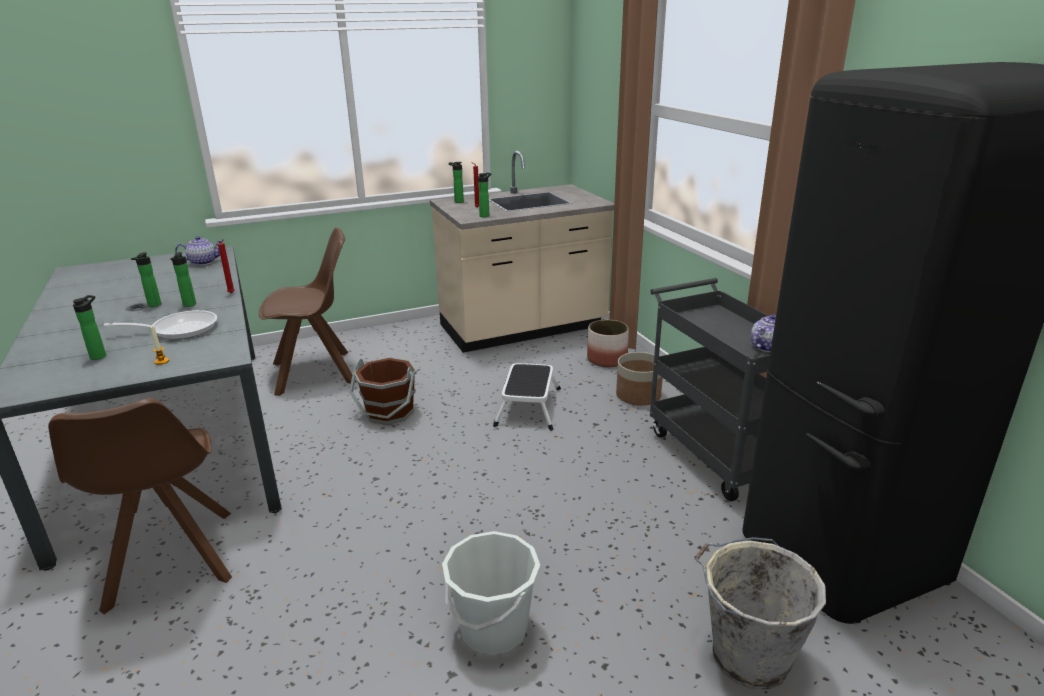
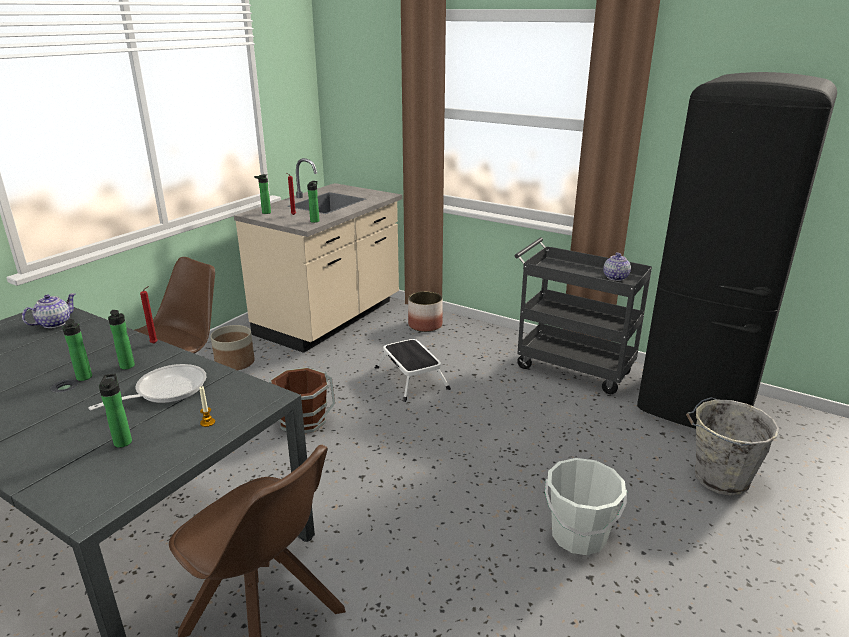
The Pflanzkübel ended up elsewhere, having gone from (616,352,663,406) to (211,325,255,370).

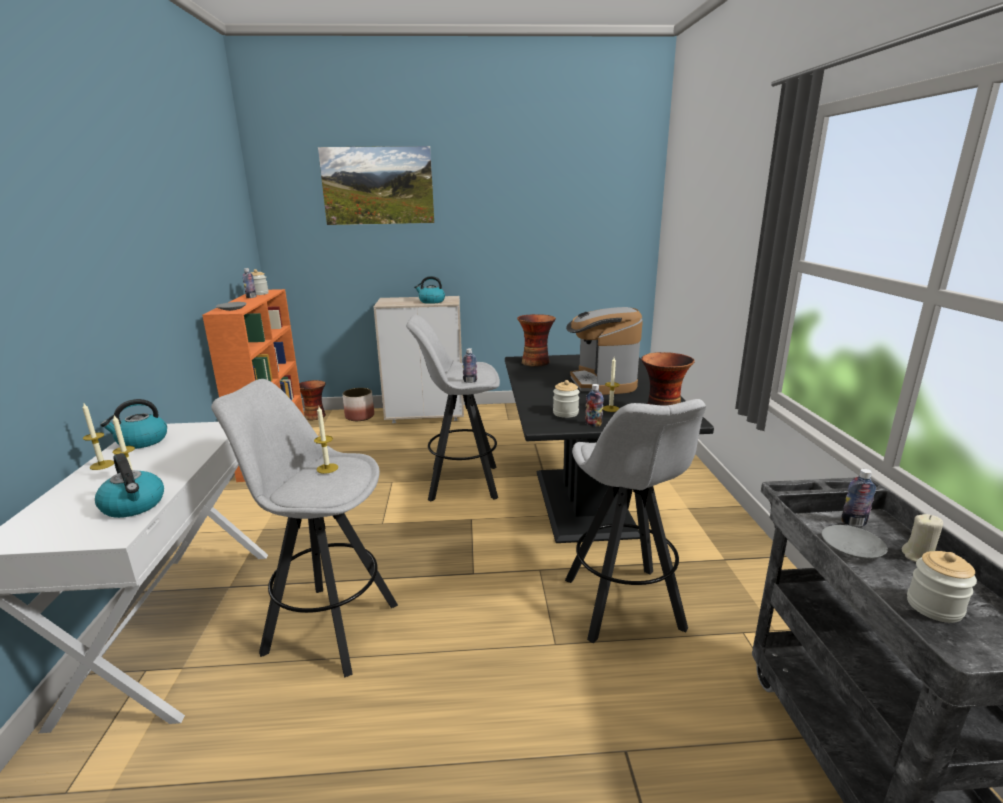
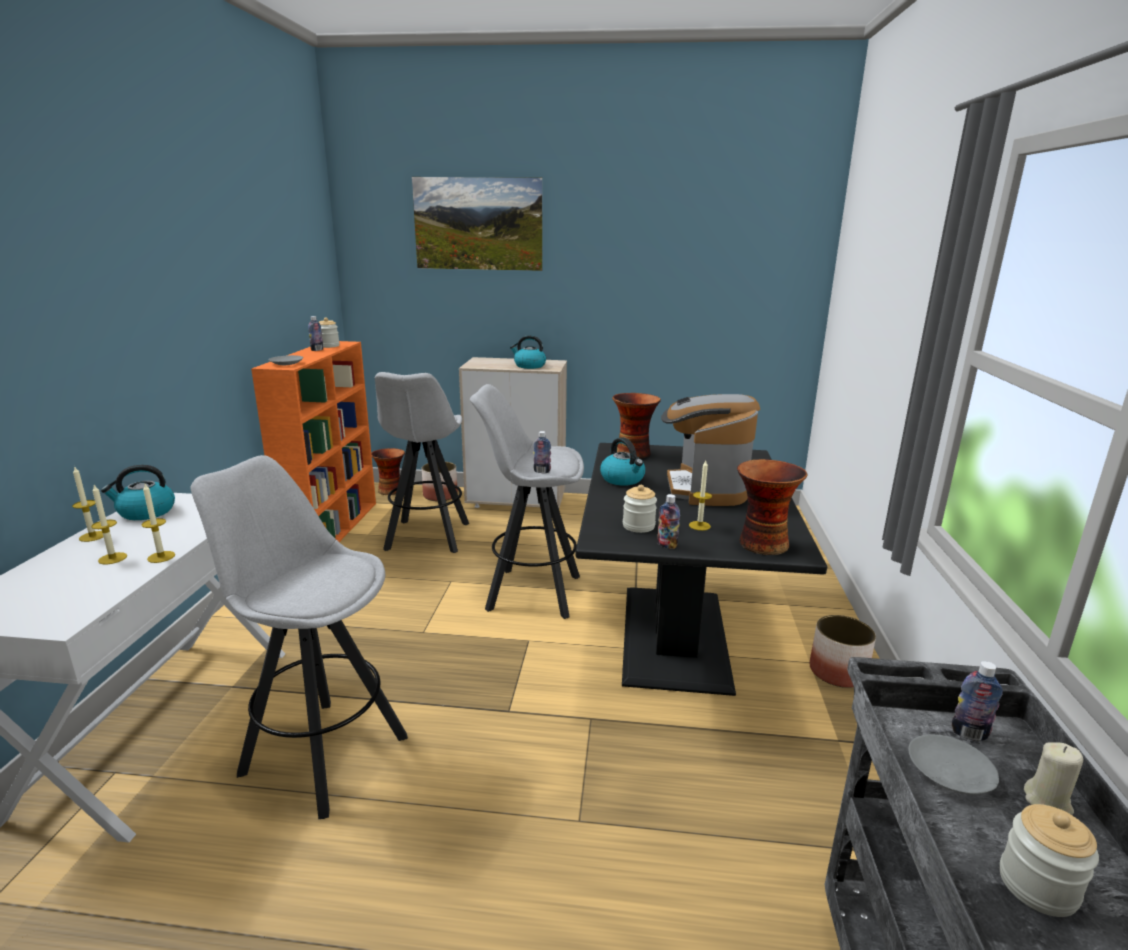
The second view gained the Pflanzkübel at (810,615,876,688). The Wasserkessel ended up elsewhere, having gone from (95,453,164,518) to (600,437,645,486). The Kerze ended up elsewhere, having gone from (314,406,338,474) to (141,484,175,563). The Hocker (grau) ended up elsewhere, having gone from (565,399,706,643) to (375,372,469,553).

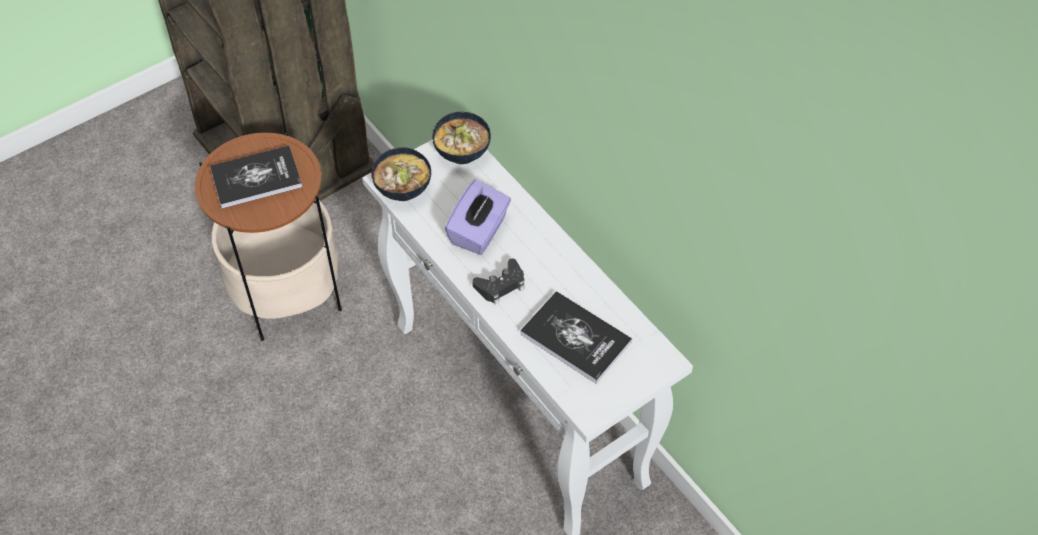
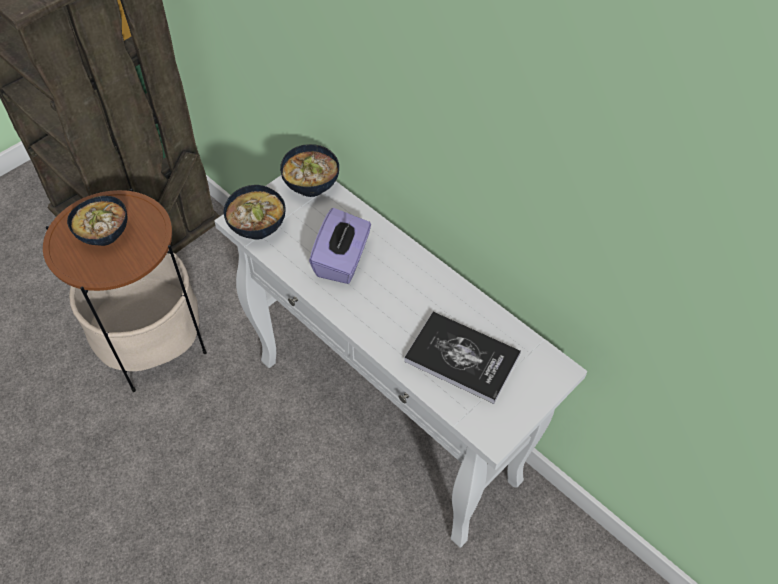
The second view lost the Gamepad (schwarz) at (472,259,524,304). Where the Buch stood at (210,146,302,208), the Schüssel came to stand at (67,196,128,246).

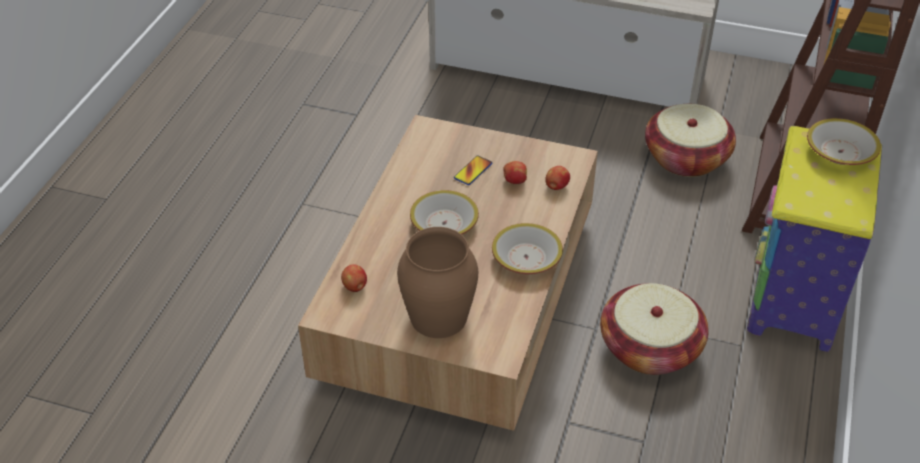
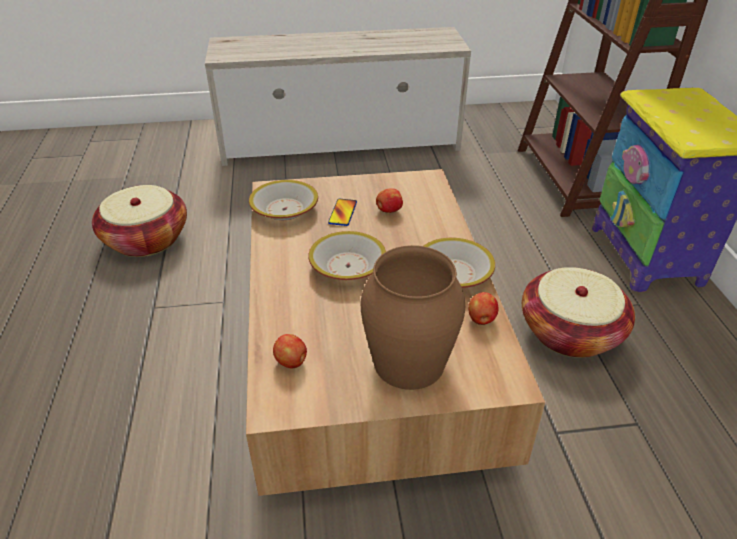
The Apfel ended up elsewhere, having gone from (545,166,570,190) to (468,292,499,325). The Korb ended up elsewhere, having gone from (645,104,736,177) to (92,185,187,257). The Schüssel ended up elsewhere, having gone from (807,118,881,165) to (249,180,318,220).

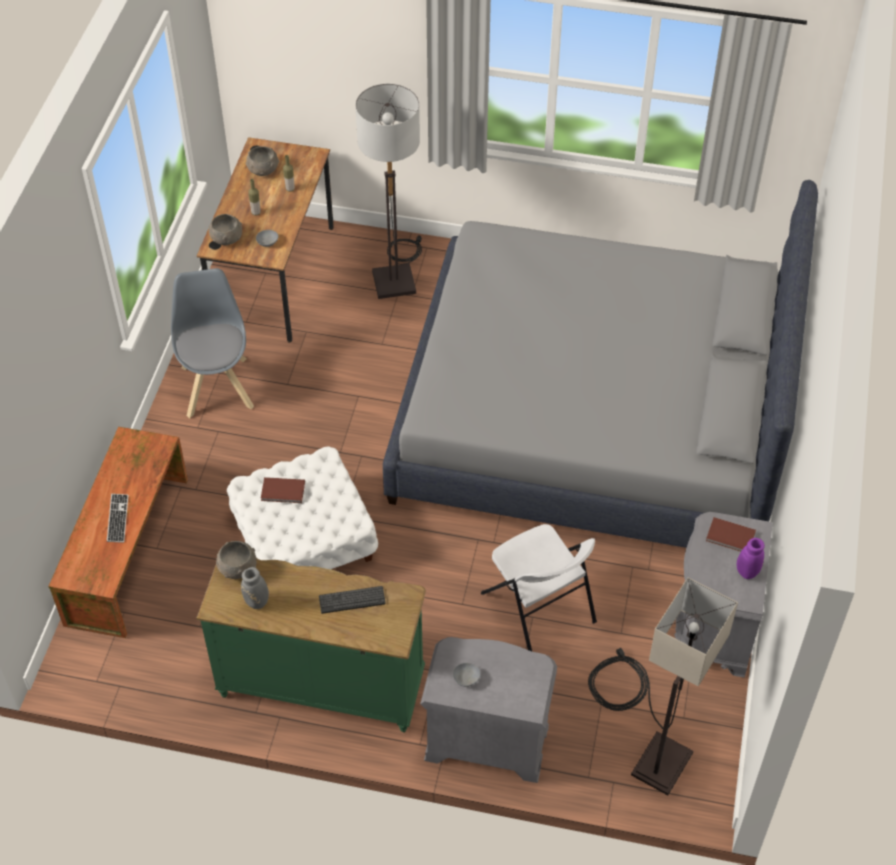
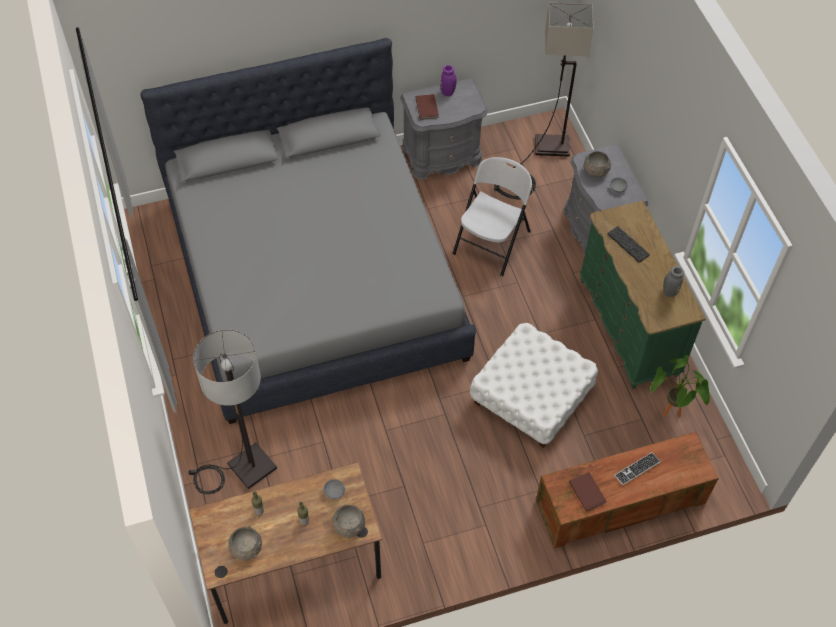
The second view lost the Stuhl (grau) at (171,268,254,418). The second view gained the Topfpflanze at (650,355,710,417). The Schüssel (grau) ended up elsewhere, having gone from (216,541,257,579) to (583,151,611,177). The Buch (braun) ended up elsewhere, having gone from (261,477,305,503) to (569,472,606,512).

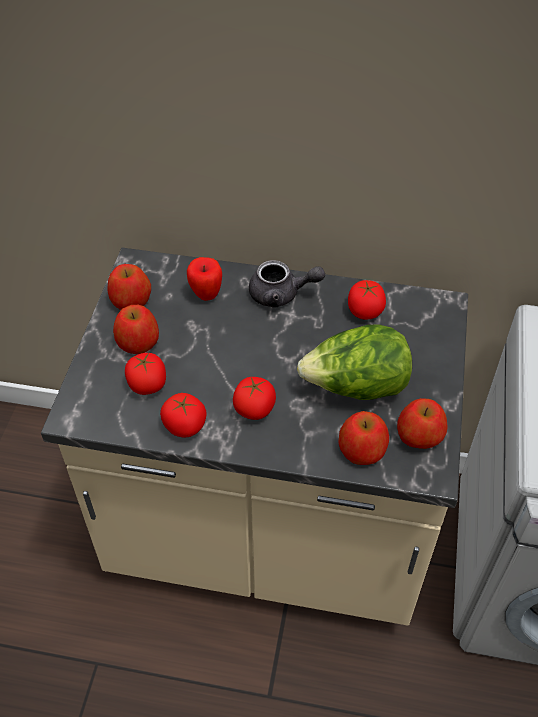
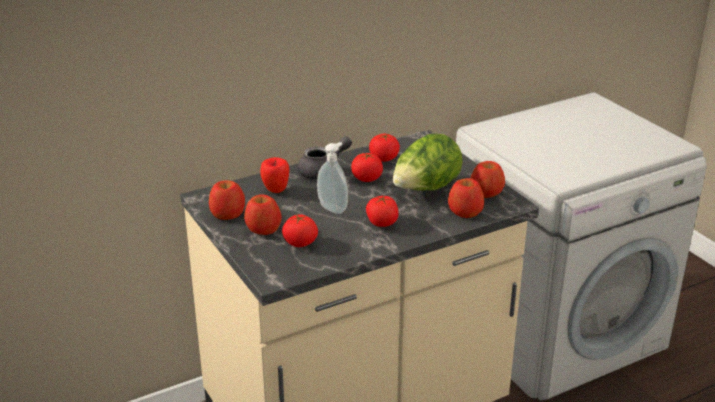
The second view gained the Seifenspender at (317,142,348,214). The Tomate ended up elsewhere, having gone from (160,393,206,438) to (351,153,383,182).

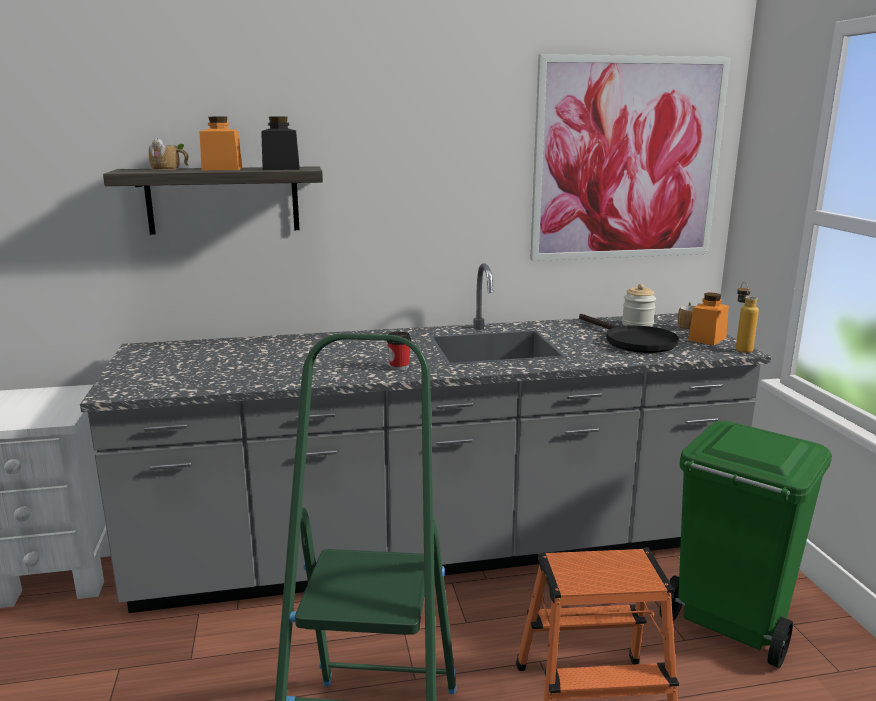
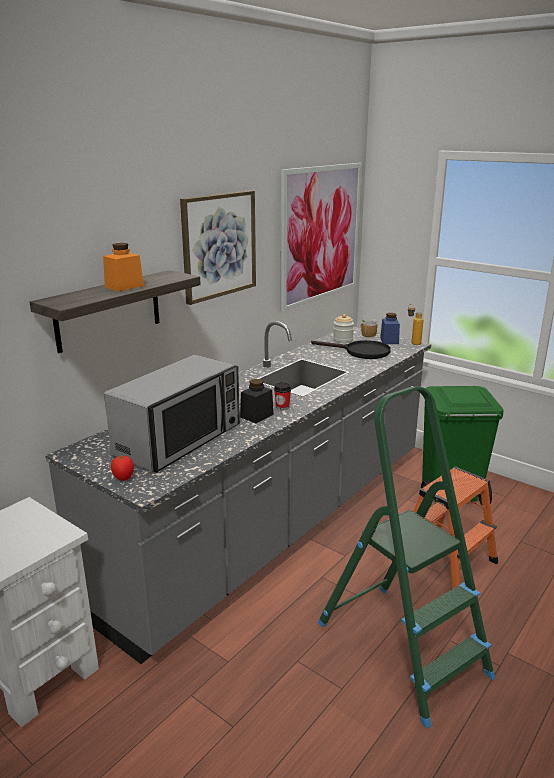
The second view lost the Henkelbecher at (149,138,189,170). The second view gained the Mikrowelle at (104,354,240,473). The second view gained the Tomate at (111,456,134,481). The second view gained the Bild at (180,190,256,305). The Vorratsglas (schwarz) ended up elsewhere, having gone from (261,117,300,170) to (240,379,274,423). What was the Vorratsglas (orange) at (688,293,729,345) turned into the Vorratsglas (blau) at (380,313,400,344).

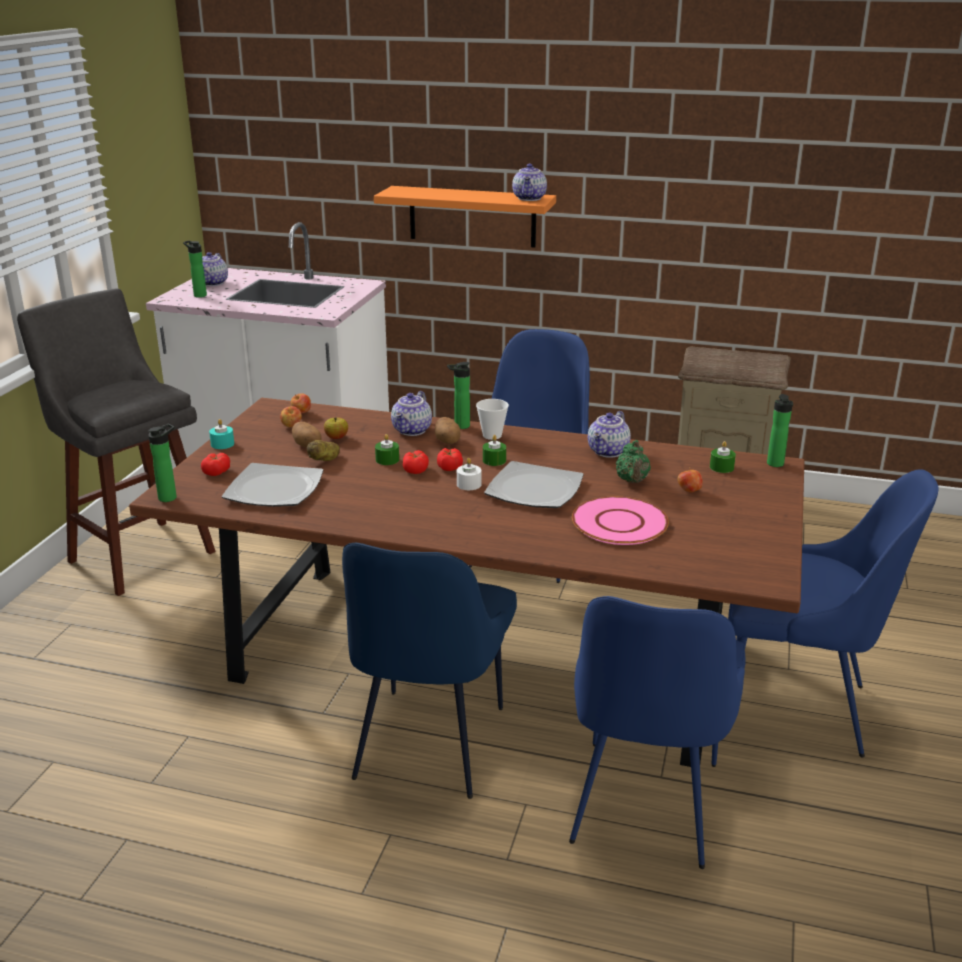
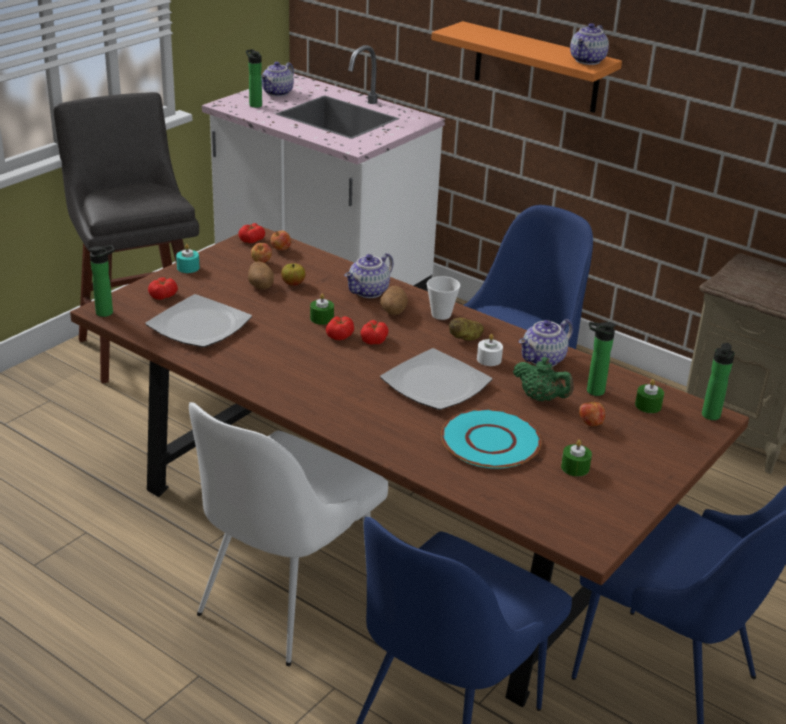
The second view gained the Tomate at (238,223,265,243). The Kartoffel ended up elsewhere, having gone from (307,440,340,461) to (449,318,484,341). The Flasche ended up elsewhere, having gone from (447,362,470,429) to (587,322,616,396). The Kerze (weiß) ended up elsewhere, having gone from (457,458,481,490) to (477,334,503,366). The Kerze (grün) ended up elsewhere, having gone from (483,435,506,466) to (561,440,592,476). What was the Stuhl (blau) at (342,543,517,799) turned into the Stuhl (weiß) at (189,402,388,666). What was the Teller (rosa) at (572,497,669,545) turned into the Teller (türkis) at (441,409,541,469). The Teekanne (grün) at (616,440,651,483) ended up facing another way, 75 degrees counterclockwise from before.

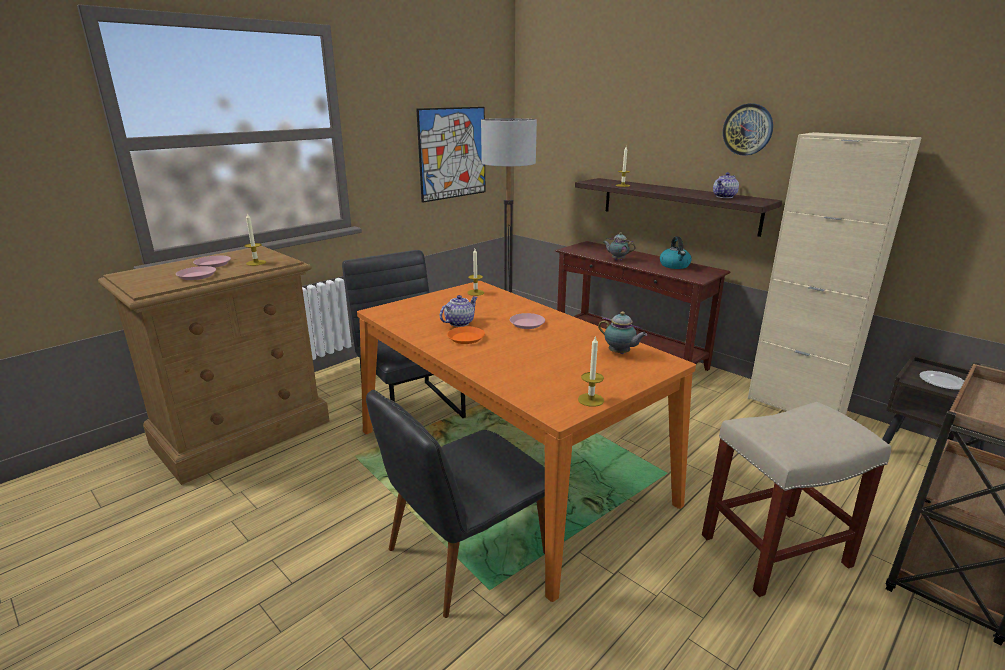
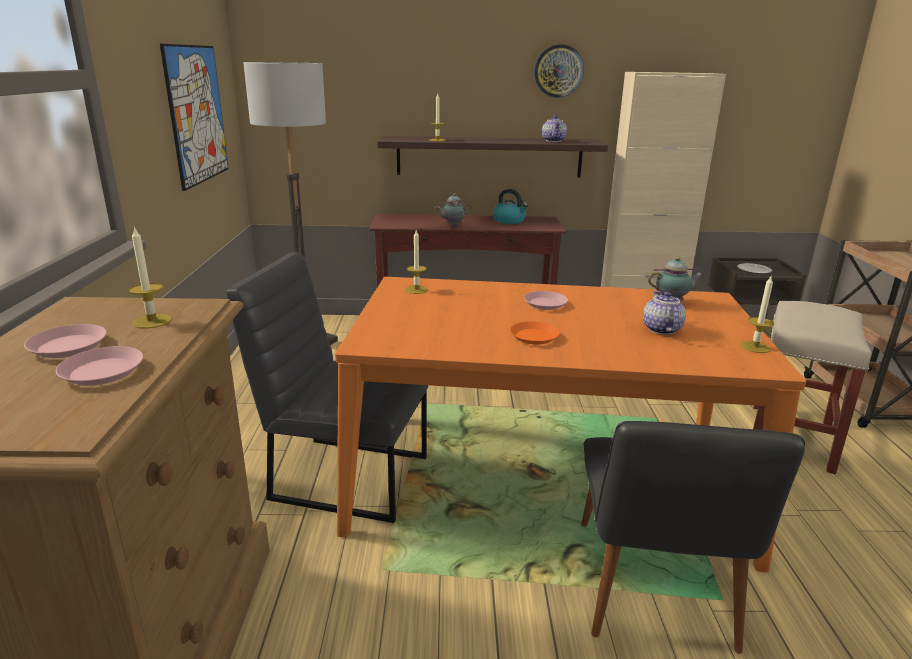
The Teekanne ended up elsewhere, having gone from (440,295,478,327) to (643,291,686,335).

